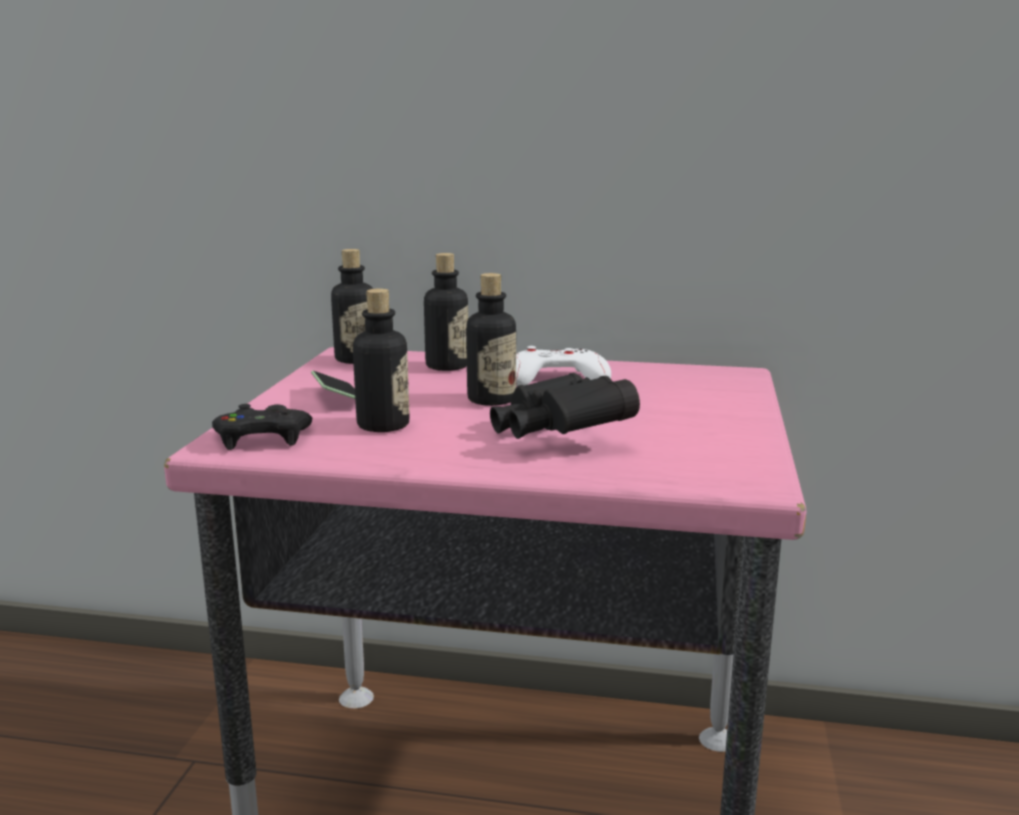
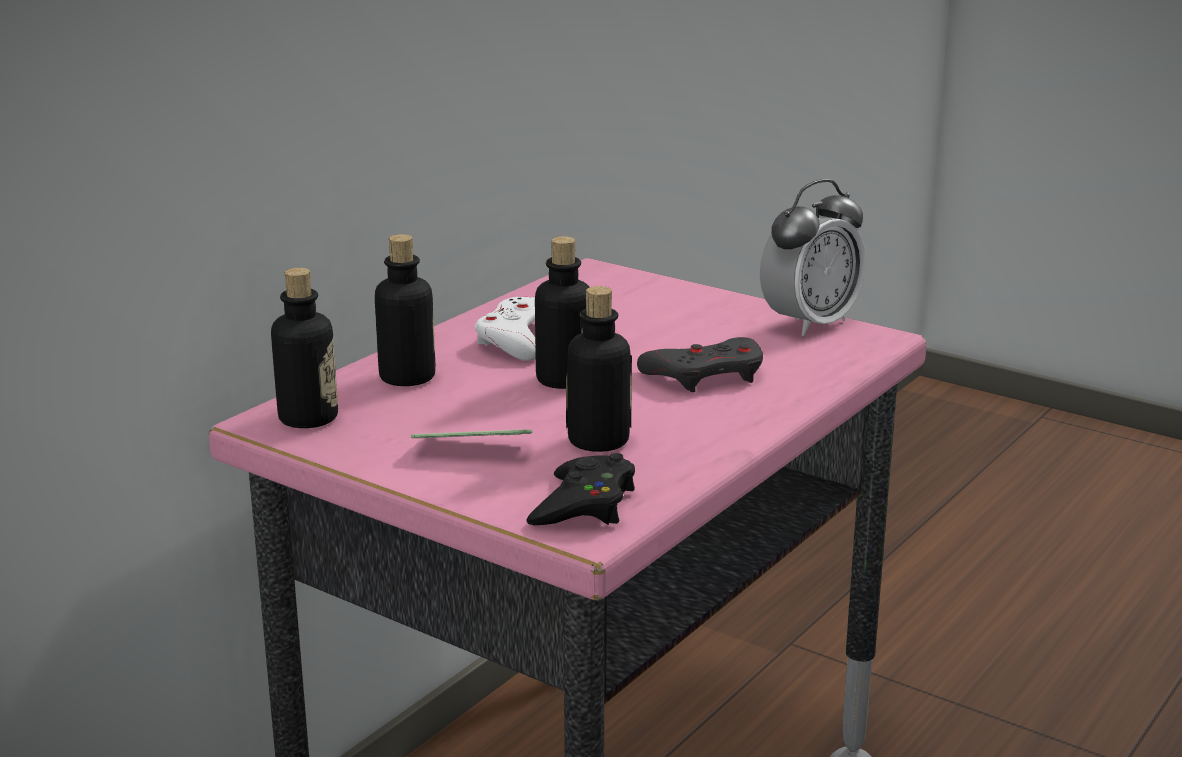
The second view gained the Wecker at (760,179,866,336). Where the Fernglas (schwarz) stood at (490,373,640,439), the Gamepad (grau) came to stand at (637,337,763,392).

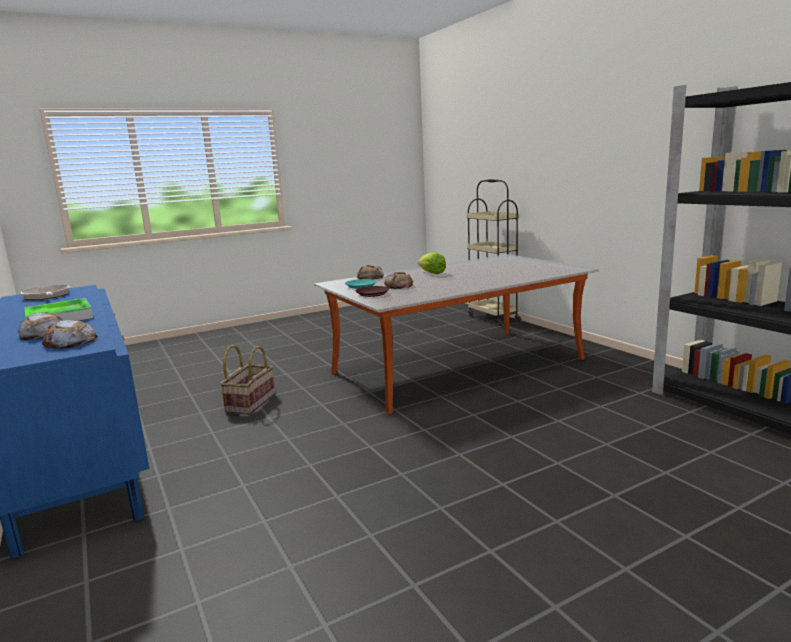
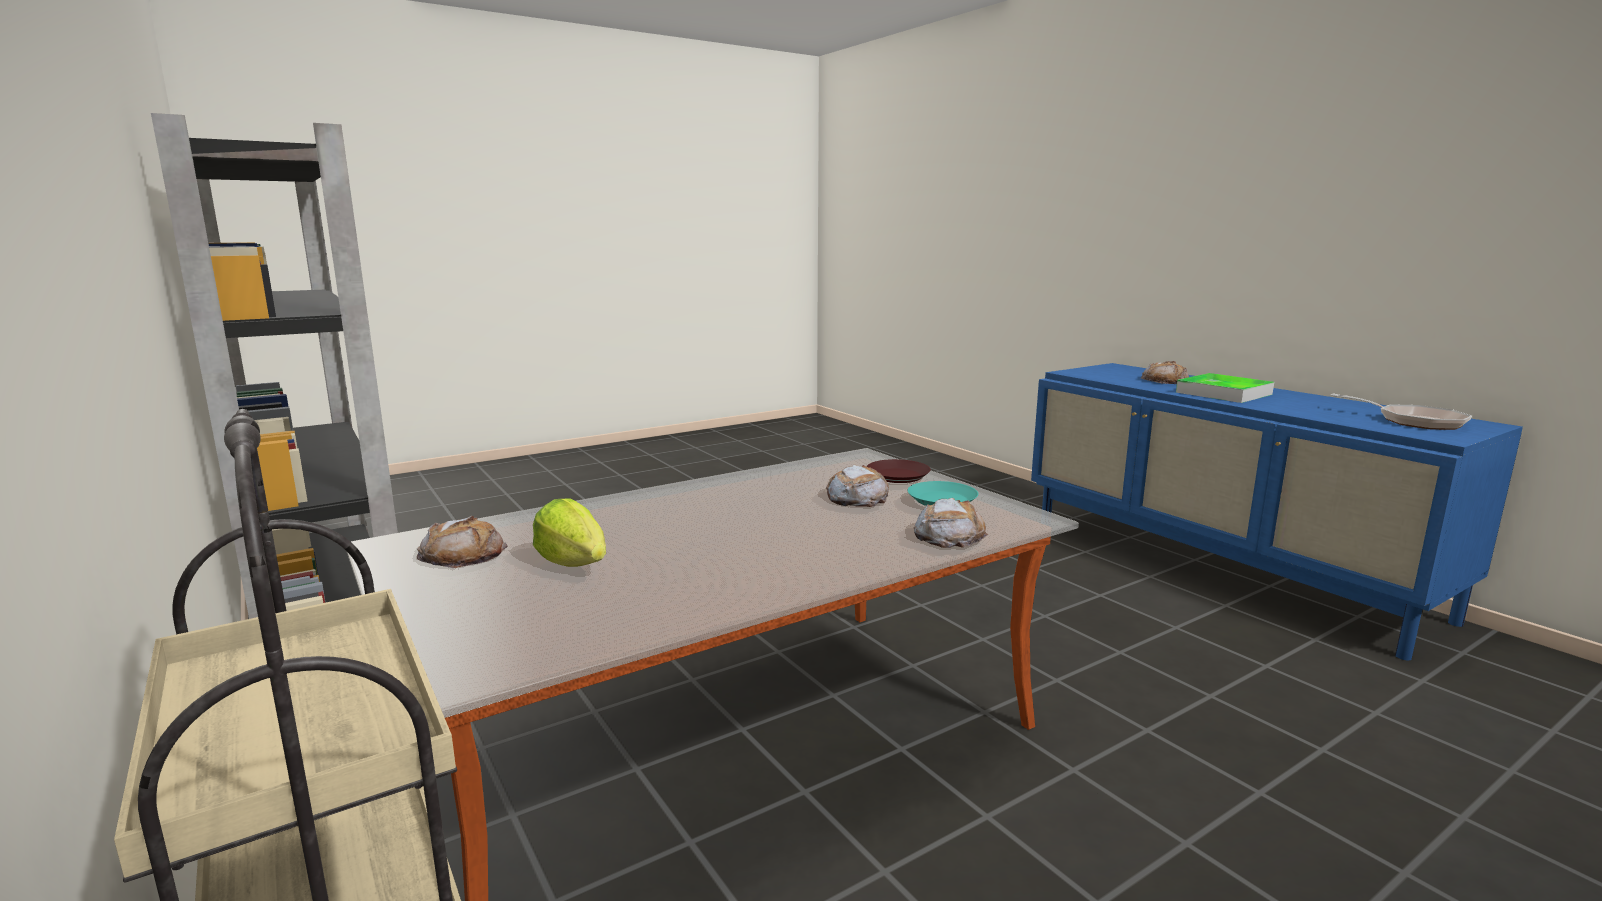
The second view lost the Korb at (220,345,275,415). The Brot ended up elsewhere, having gone from (42,320,98,349) to (417,516,507,568). The Salatkopf ended up elsewhere, having gone from (418,252,446,274) to (533,498,606,567).

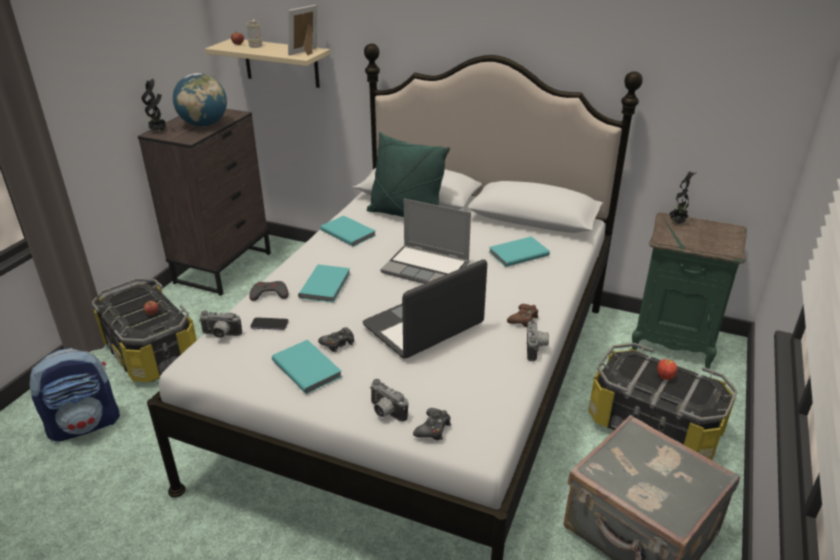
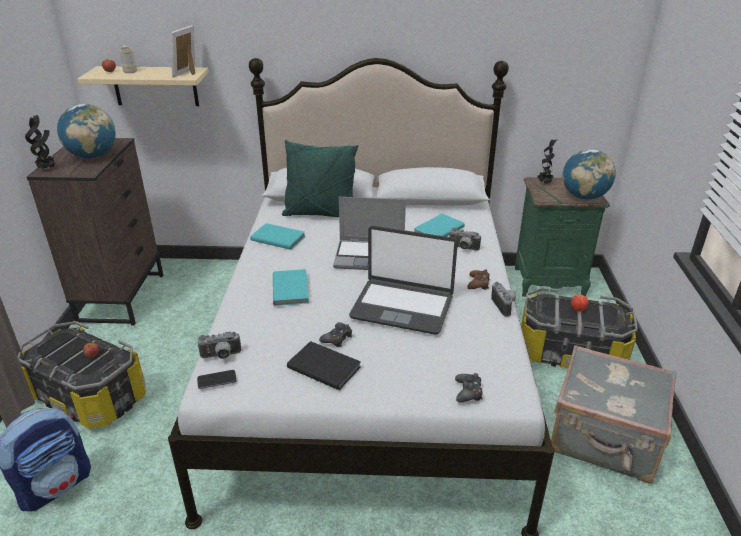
The second view lost the Gamepad (grau) at (249,281,288,301). The second view gained the Globus at (563,149,616,200). The Handy ended up elsewhere, having gone from (250,317,289,330) to (197,370,237,389). The Kamera ended up elsewhere, having gone from (370,379,408,422) to (450,227,481,251). What was the Buch (türkis) at (272,340,342,394) turned into the Buch (schwarz) at (287,341,361,390). The Laptop at (362,259,487,358) ended up facing another way, 105 degrees counterclockwise from before.

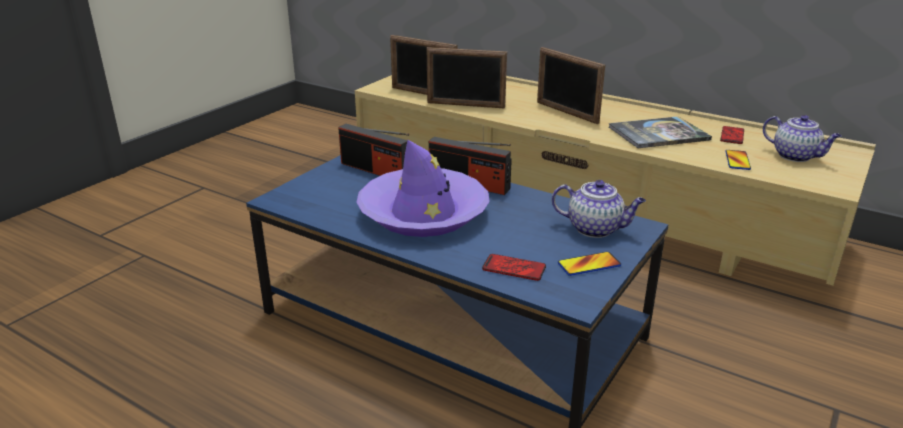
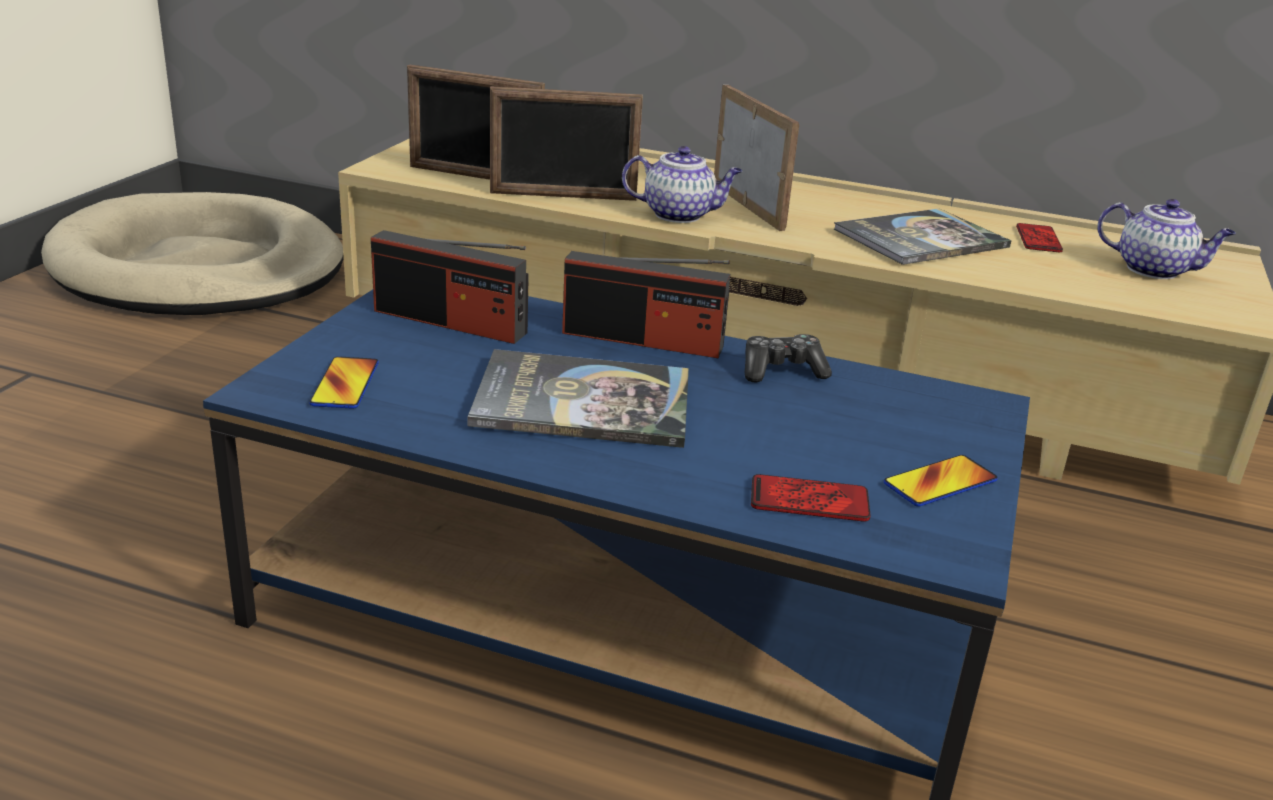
The second view gained the Hundebett (beige) at (41,192,344,315). The second view gained the Gamepad at (745,334,832,382). The Teekanne ended up elsewhere, having gone from (552,180,646,238) to (622,146,742,223). The Handy ended up elsewhere, having gone from (726,150,751,170) to (309,356,379,409). Where the Hut (lila) stood at (356,140,490,237), the Buch came to stand at (467,349,689,448). The Bilderrahmen at (537,47,605,124) ended up facing another way, 150 degrees counterclockwise from before.

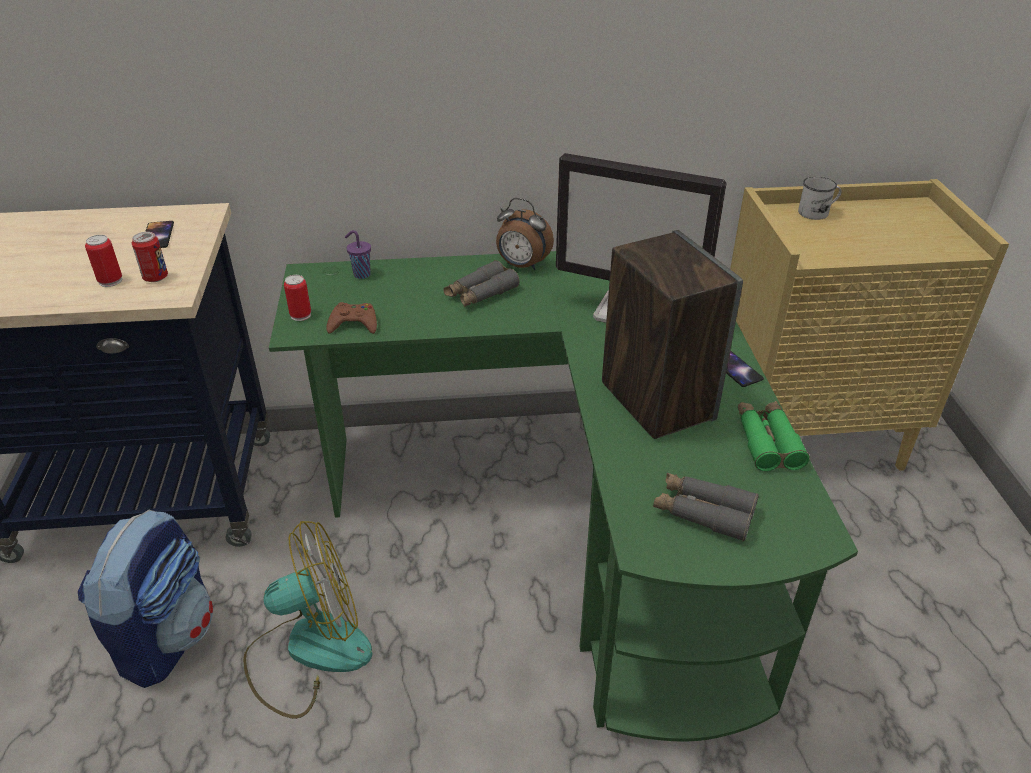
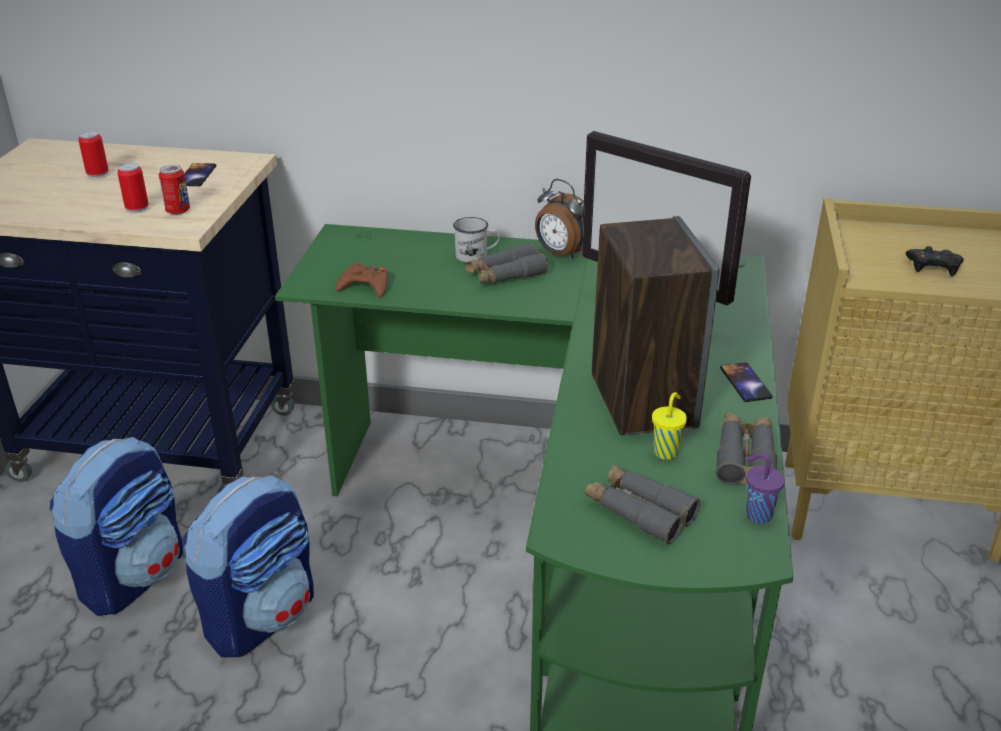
The second view gained the Tasse (gelb) at (652,392,687,460). The second view gained the Gamepad (schwarz) at (906,246,964,276). The Dose ended up elsewhere, having gone from (284,275,311,321) to (78,131,109,179). The Tasse (lila) ended up elsewhere, having gone from (345,230,371,279) to (746,453,785,524). The Henkelbecher (weiß) ended up elsewhere, having gone from (798,177,842,220) to (453,217,500,262). Where the Ventilator stood at (243,521,373,719), the Rucksack came to stand at (183,475,314,658). What was the Fernglas (grün) at (738,401,810,471) turned into the Fernglas (grau) at (715,412,777,485).

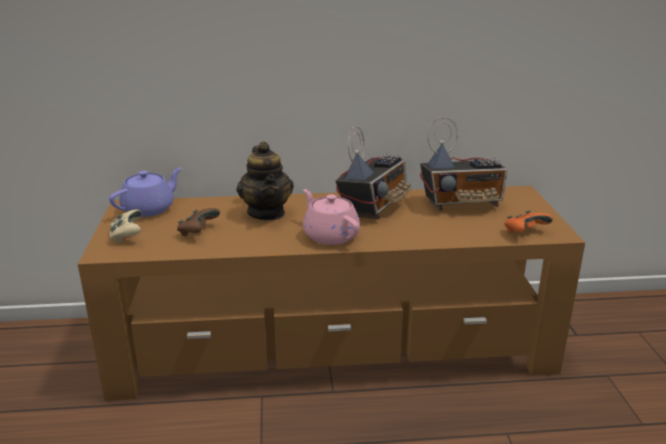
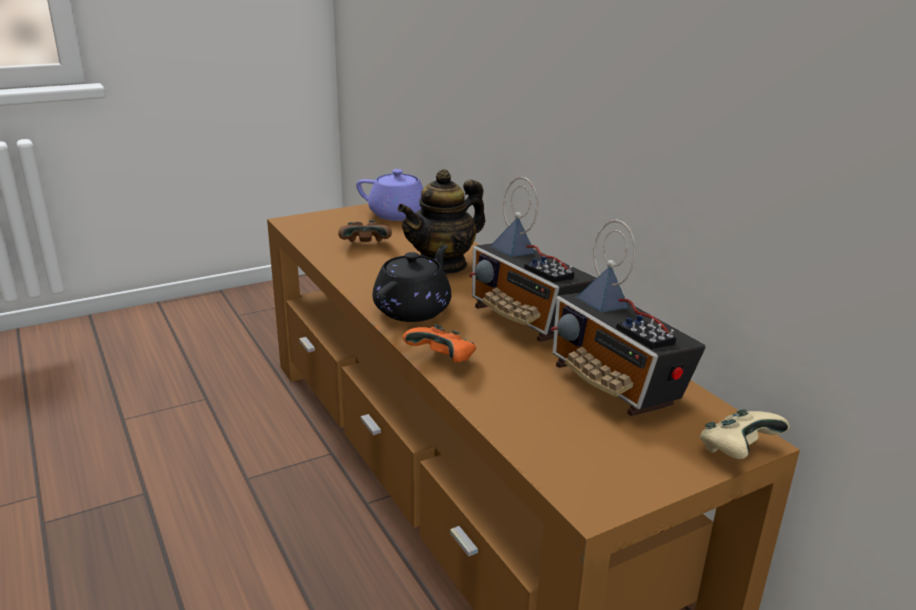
The Gamepad (beige) ended up elsewhere, having gone from (109,210,142,243) to (700,409,790,459). The Gamepad (orange) ended up elsewhere, having gone from (504,211,553,232) to (403,324,476,363). What was the Teekanne (rosa) at (303,189,360,245) turned into the Teekanne (schwarz) at (373,245,451,322). The Radio at (335,126,411,219) ended up facing another way, 45 degrees clockwise from before.

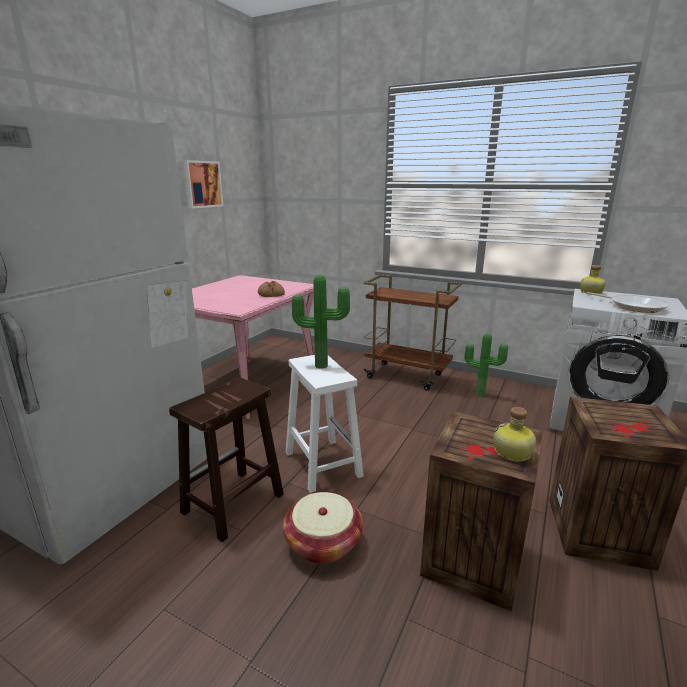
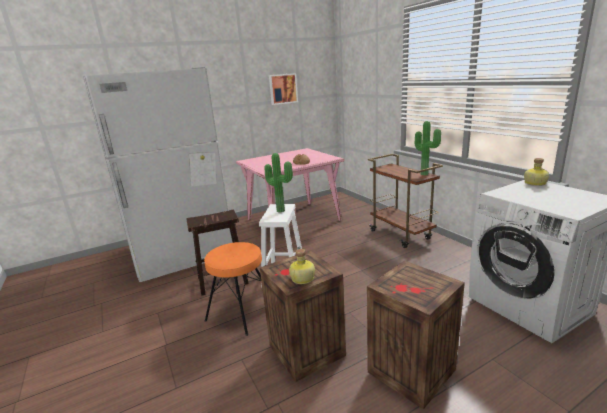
The second view lost the Pfanne at (588,292,669,313). The Topfpflanze ended up elsewhere, having gone from (464,333,508,397) to (415,121,441,175). Where the Korb stood at (283,492,363,564), the Hocker (orange) came to stand at (204,242,262,336).

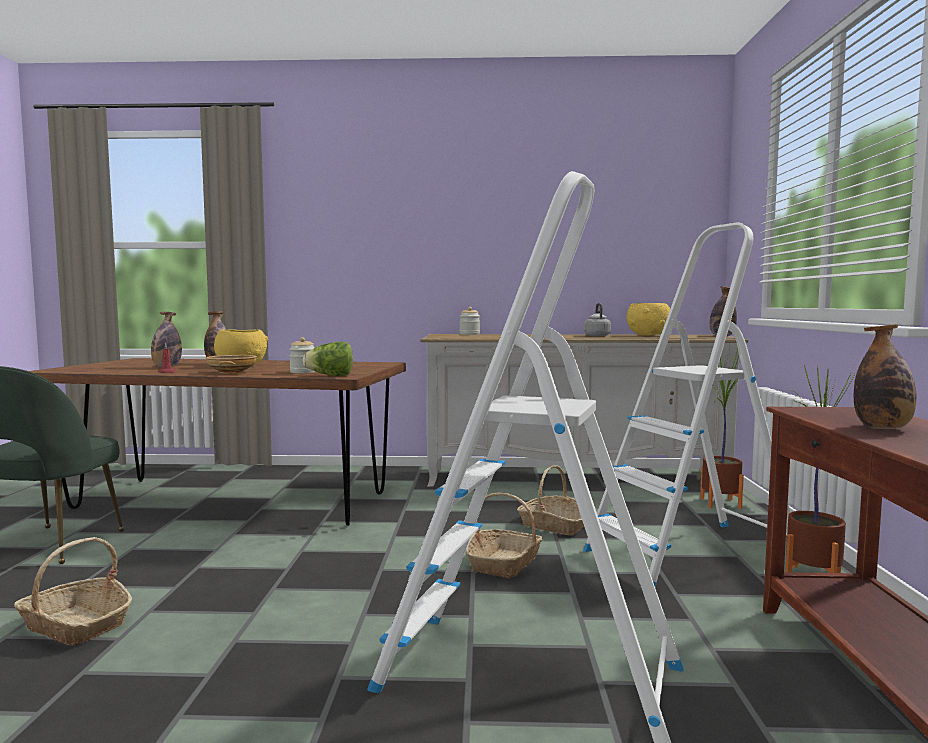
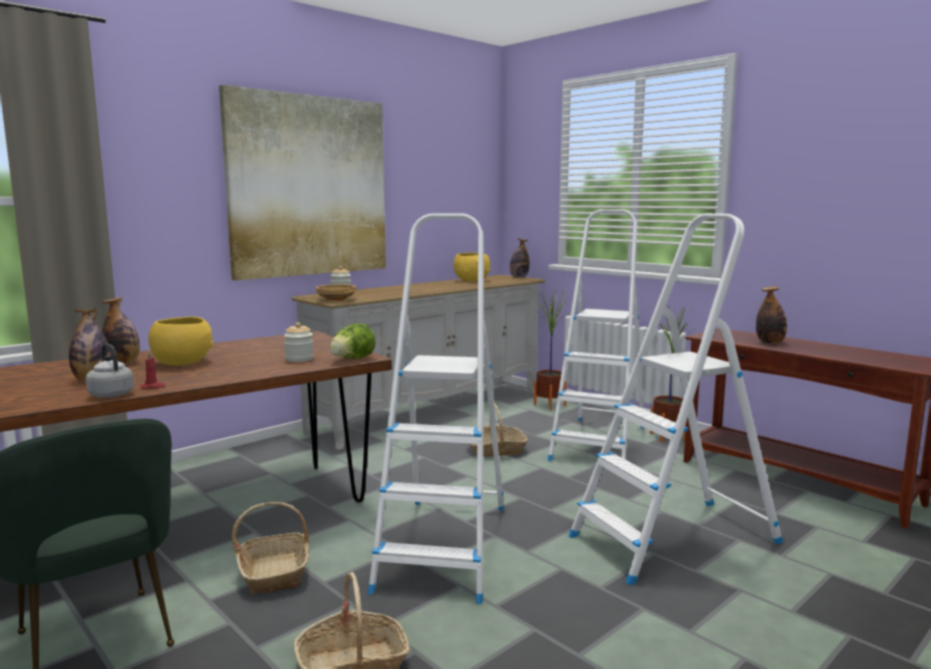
The second view gained the Bild at (219,85,386,281). The second view gained the Trittleiter (weiß) at (368,213,504,604). The Schüssel (beige) ended up elsewhere, having gone from (206,355,257,374) to (315,284,356,301). The Korb ended up elsewhere, having gone from (465,493,543,579) to (232,502,309,594). The Wasserkessel (grau) ended up elsewhere, having gone from (584,303,611,337) to (86,343,134,398).

